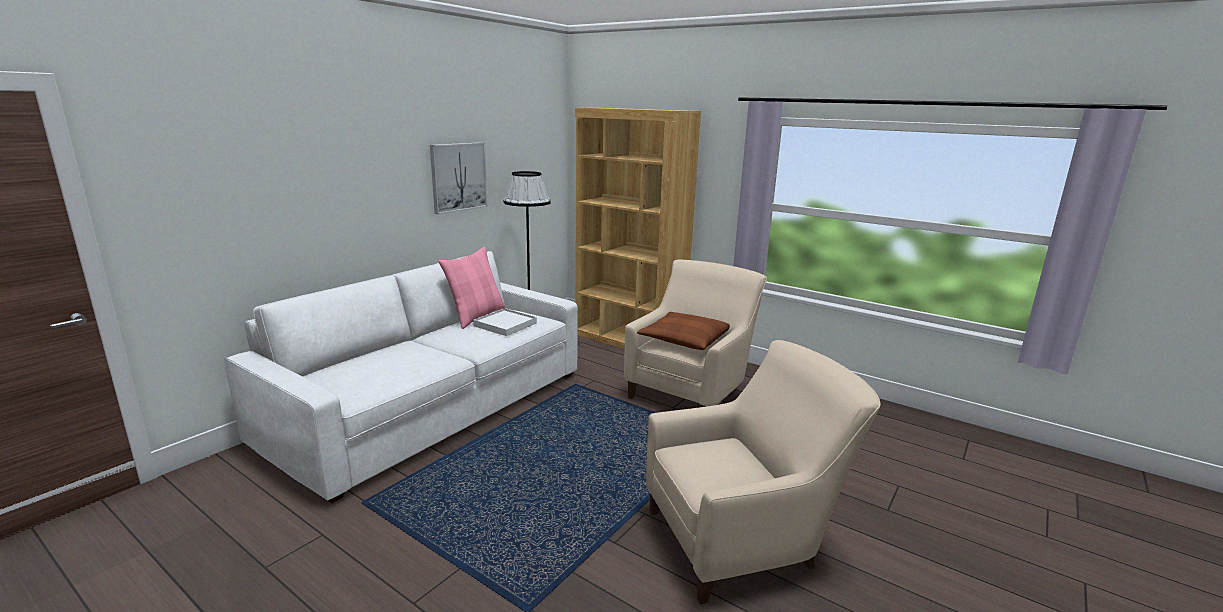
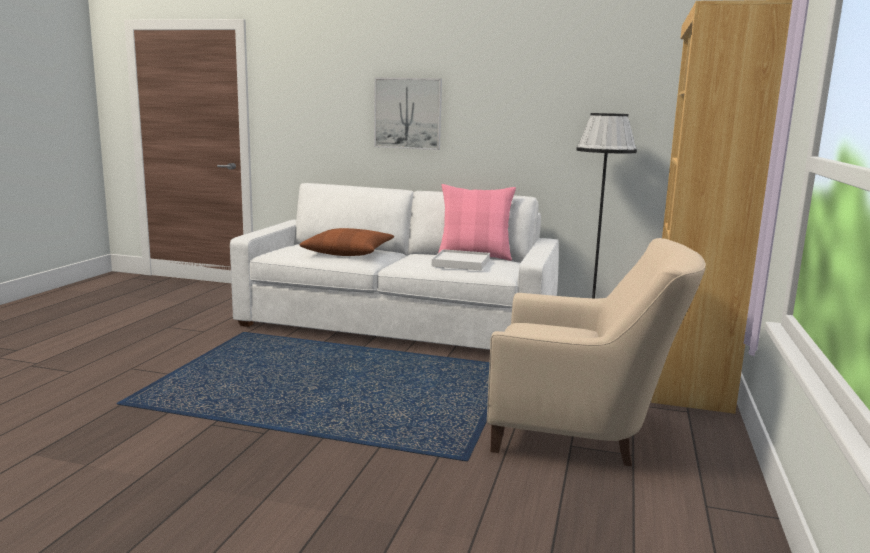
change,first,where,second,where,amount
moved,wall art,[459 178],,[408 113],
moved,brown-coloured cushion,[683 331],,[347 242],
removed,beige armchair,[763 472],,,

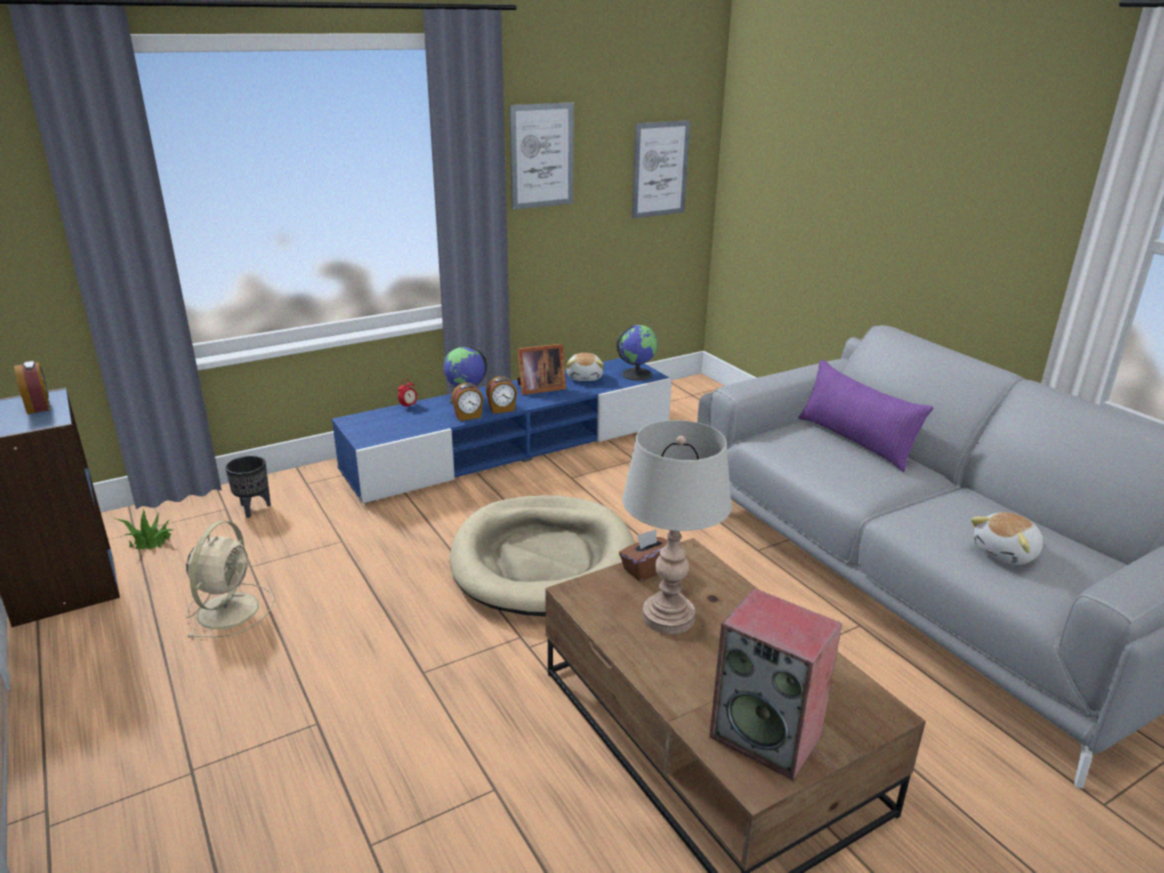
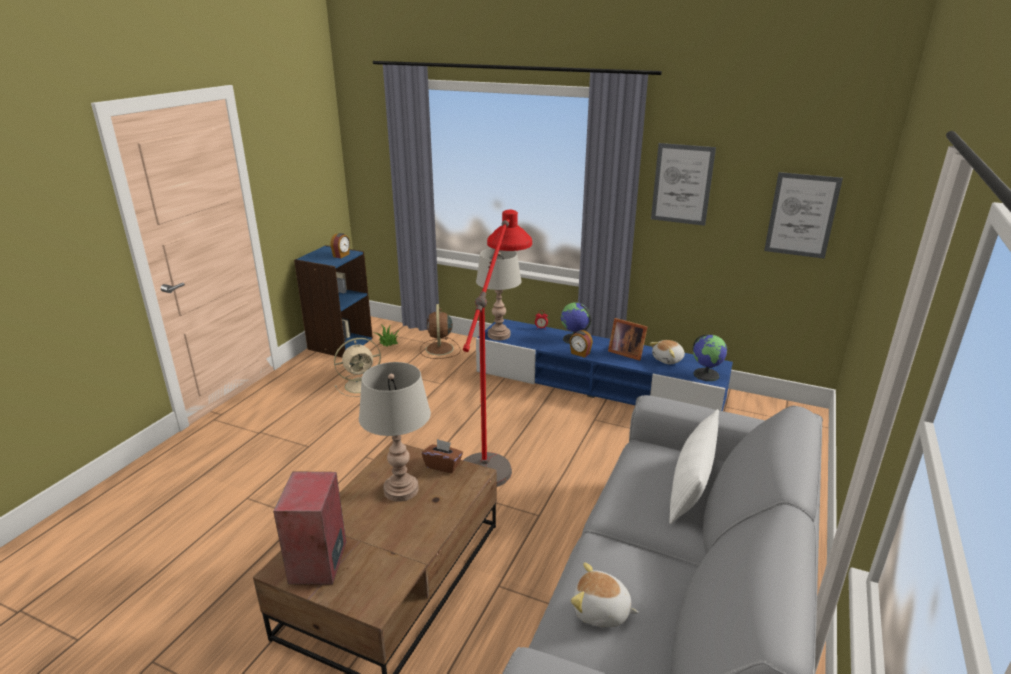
change,first,where,second,where,amount
replaced,black flower pot,[248 487],brown-coloured electric fan,[440 331],
replaced,beige pet bed,[542 556],reddish standing lamp,[497 348],
removed,table clock,[468 402],,,
recoloured,purple-coloured cushion,[865 415],whitish cushion,[694 466],
added,,,grey lamp for a table,[499 294],

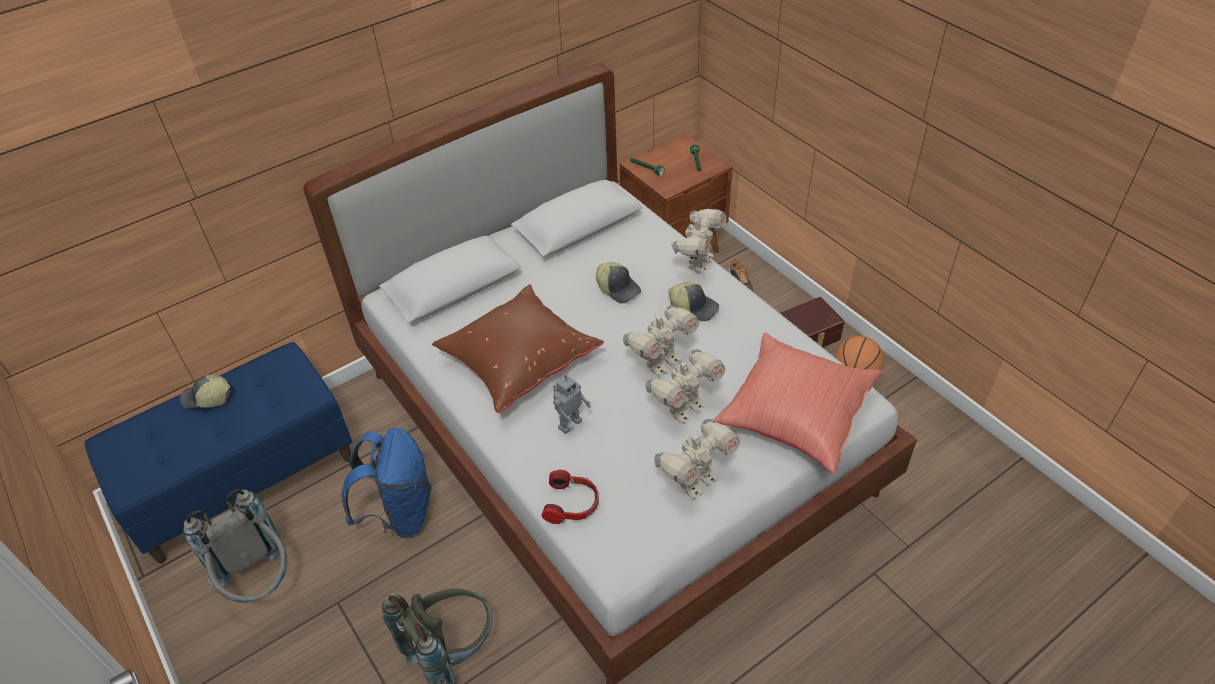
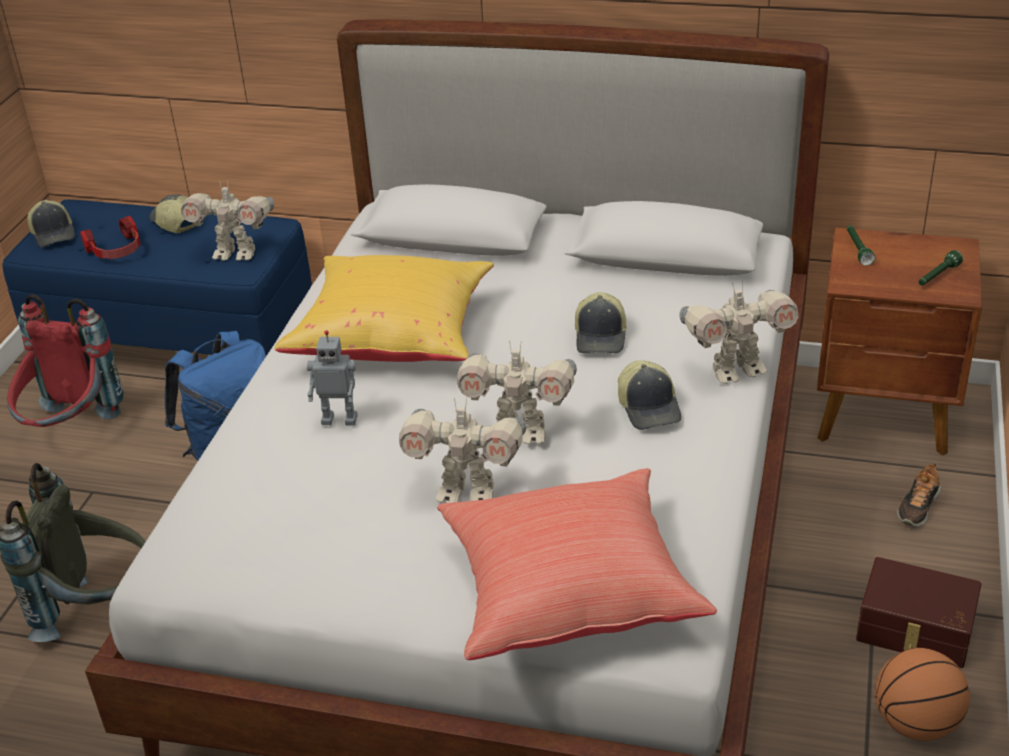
change,first,where,second,where,amount
recoloured,grey backpack,[235 546],reddish backpack,[65 360],
recoloured,brown-coloured cushion,[518 348],yellow cushion,[384 308],
moved,headset,[570 496],,[110 237],
moved,robot figure,[697 459],,[227 220],
added,,,peaked cap,[51 223],

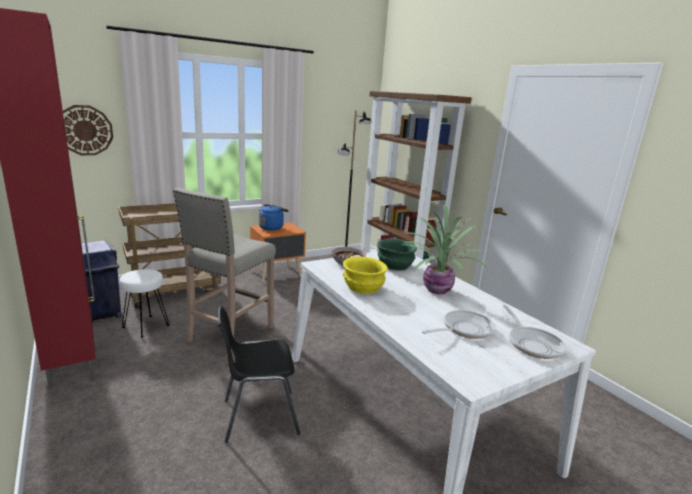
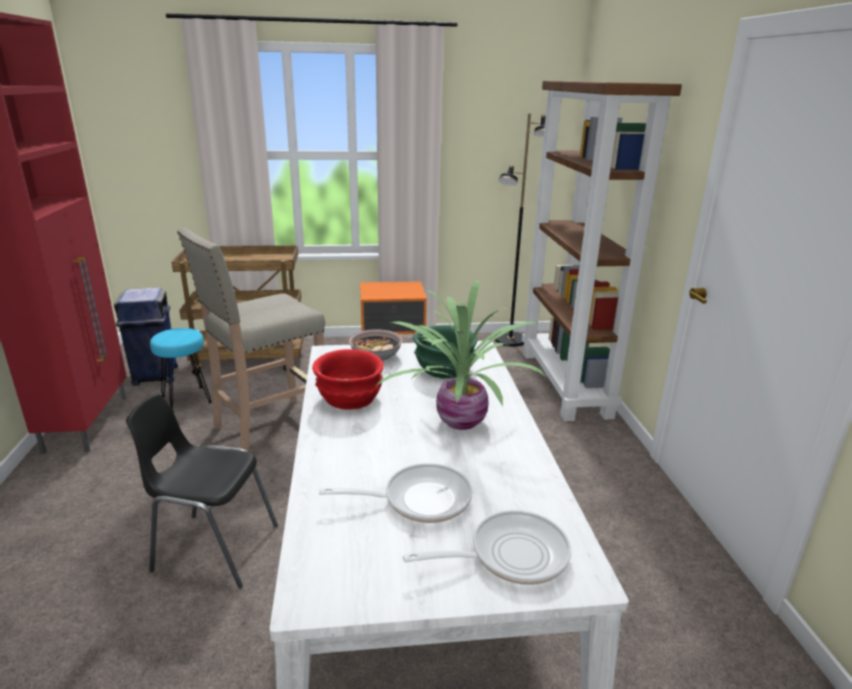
change,first,where,second,where,amount
removed,wall clock,[88 130],,,
recoloured,whitish stool,[144 303],turquoise stool,[181 370],
removed,bluish water kettle,[274 217],,,
recoloured,yellow deep dish,[365 275],reddish deep dish,[348 379],
turned,frying pan,[534 332],,[487 547],120 degrees counterclockwise

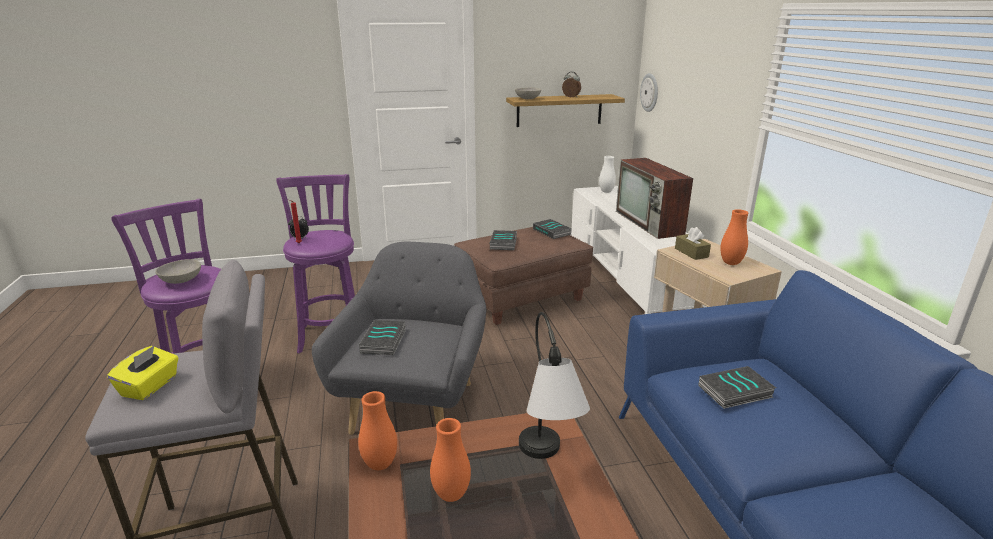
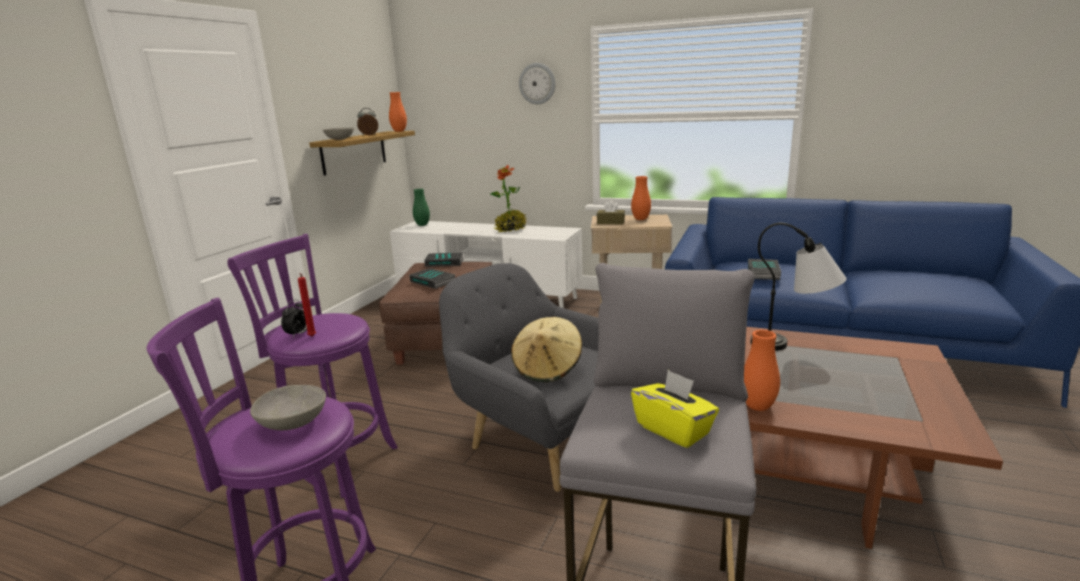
change,first,where,second,where,amount
replaced,bound book,[382 337],beige wearable hat,[546 349],
moved,orangey vase,[450 460],,[398 112],
recoloured,whitish vase,[607 174],greenish vase,[421 207],
replaced,TV,[654 198],houseplant,[508 198],
moved,wall clock,[649 92],,[537 83],

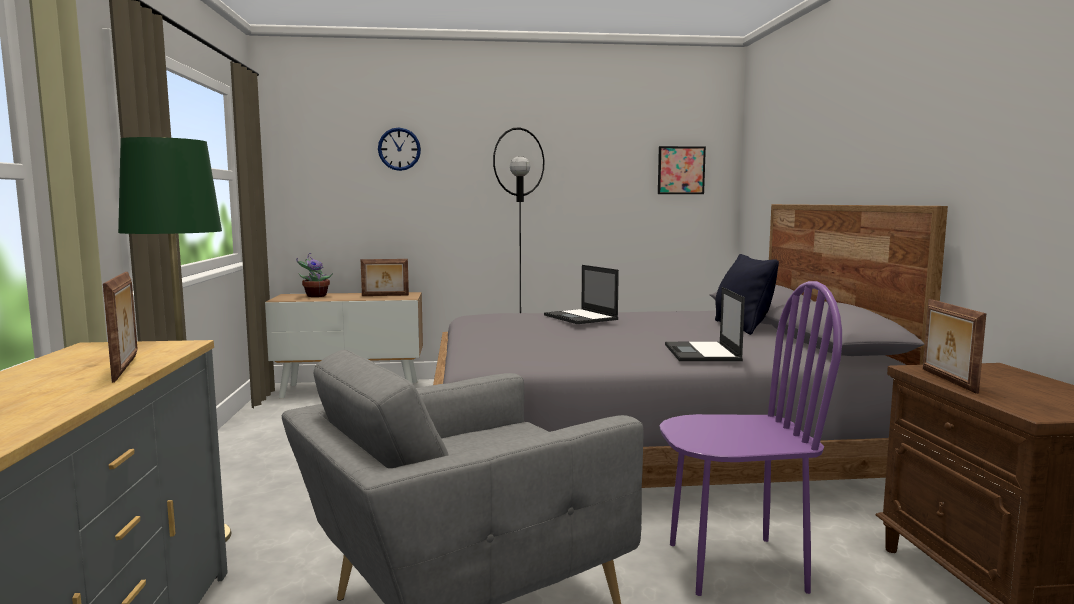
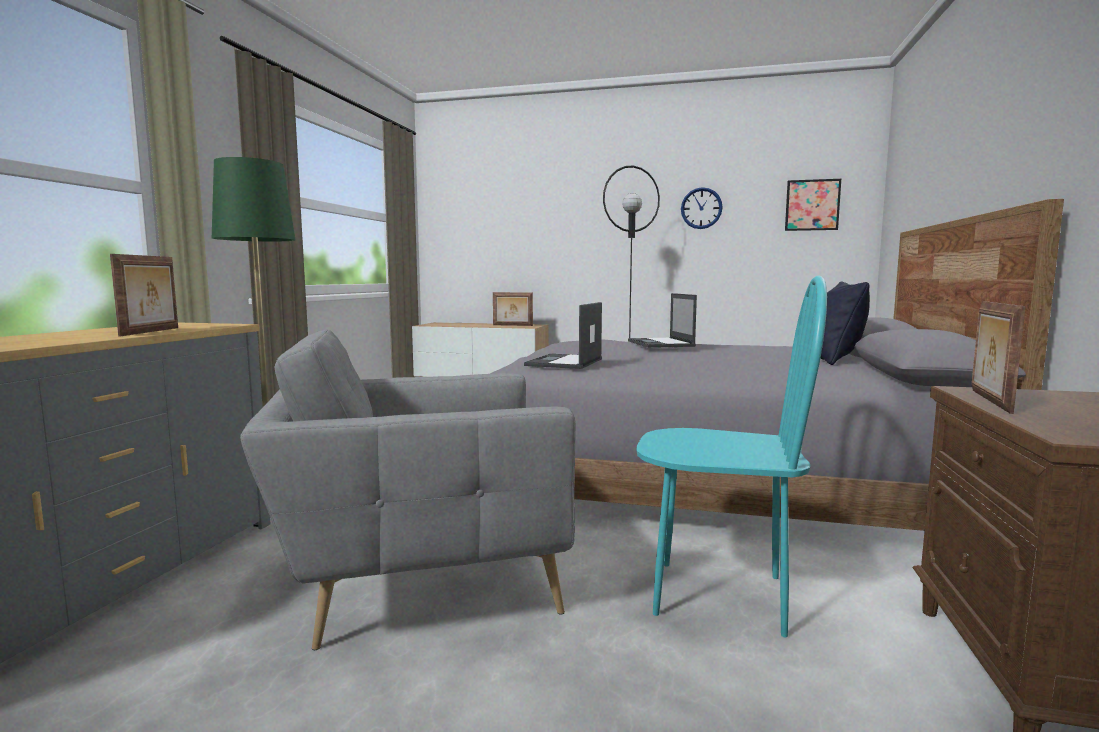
change,first,where,second,where,amount
removed,houseplant,[314 275],,,
moved,wall clock,[399 149],,[702 208],
recoloured,purple-coloured chair,[750 438],turquoise chair,[732 456],
moved,portable computer,[705 324],,[563 335],

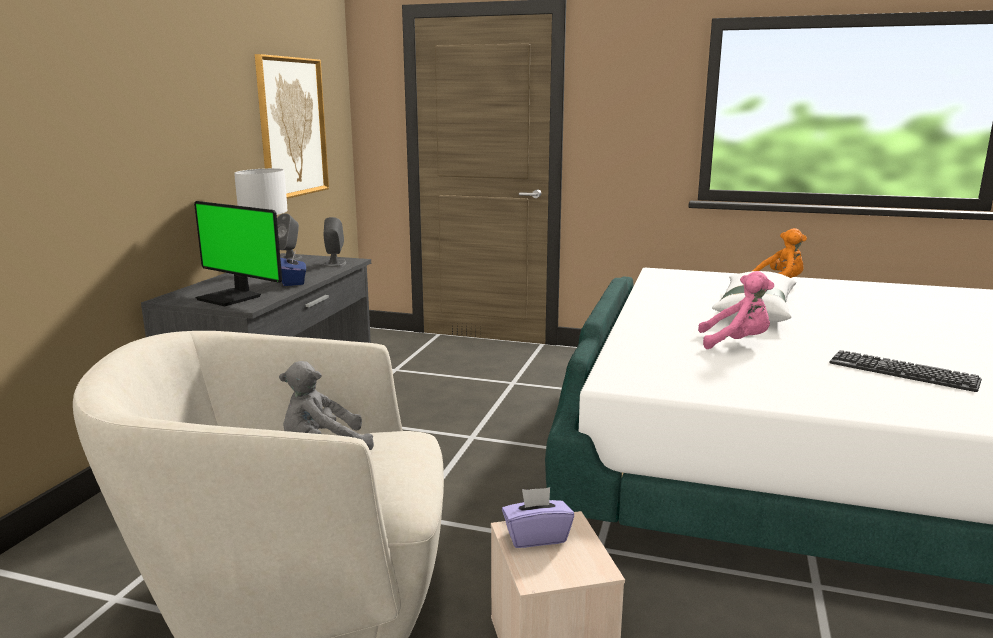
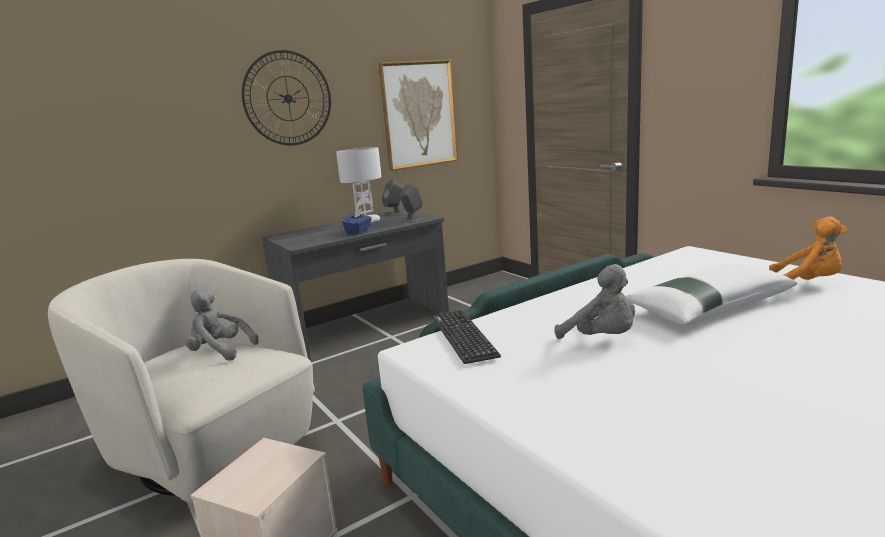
change,first,where,second,where,amount
removed,monitor,[238 253],,,
removed,purple-coloured tissue holder,[538 517],,,
recoloured,pink cuddly toy,[736 310],grey cuddly toy,[594 301],
moved,keyboard,[905 371],,[467 337],
added,,,wall clock,[286 97],

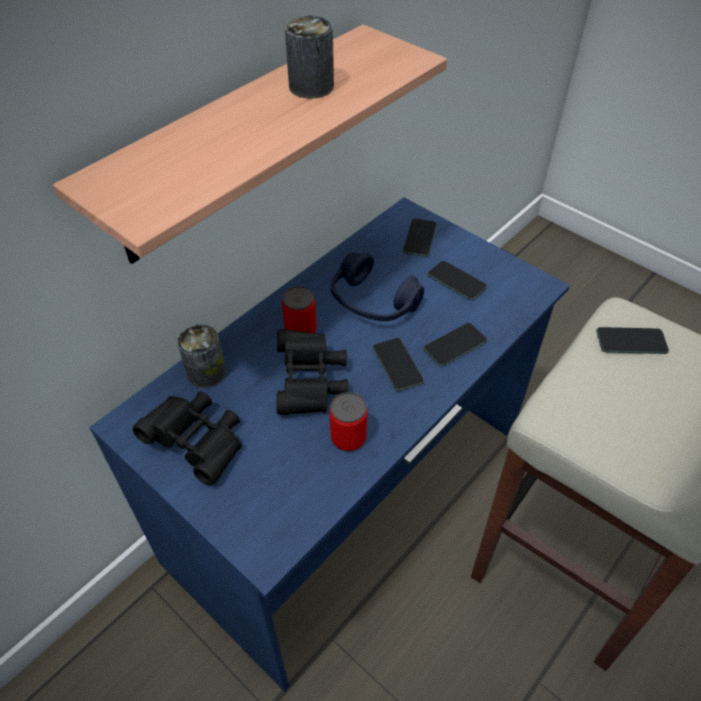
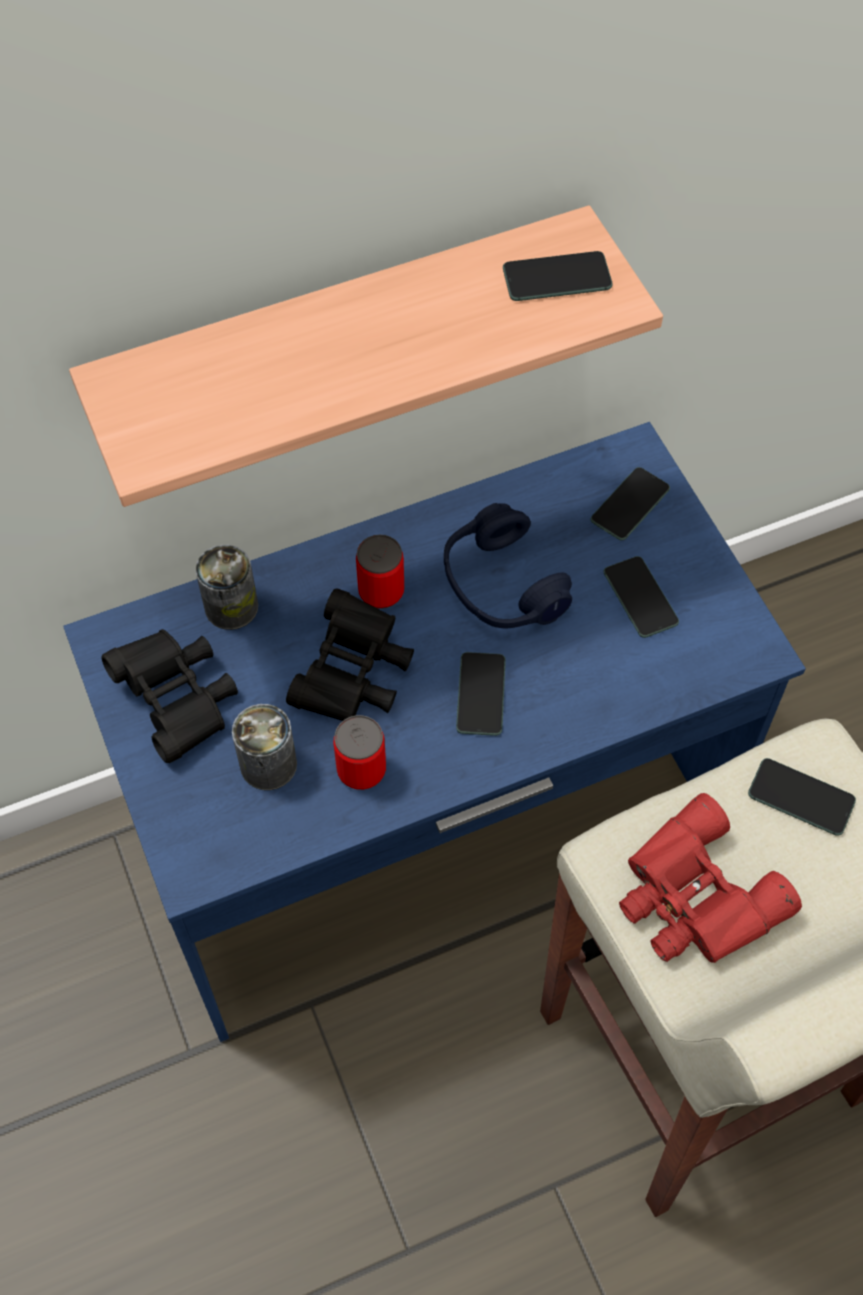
change,first,where,second,where,amount
moved,sealed can,[309 57],,[264 747],
moved,phone,[455 345],,[558 276],
added,,,reddish binoculars,[710 878],

